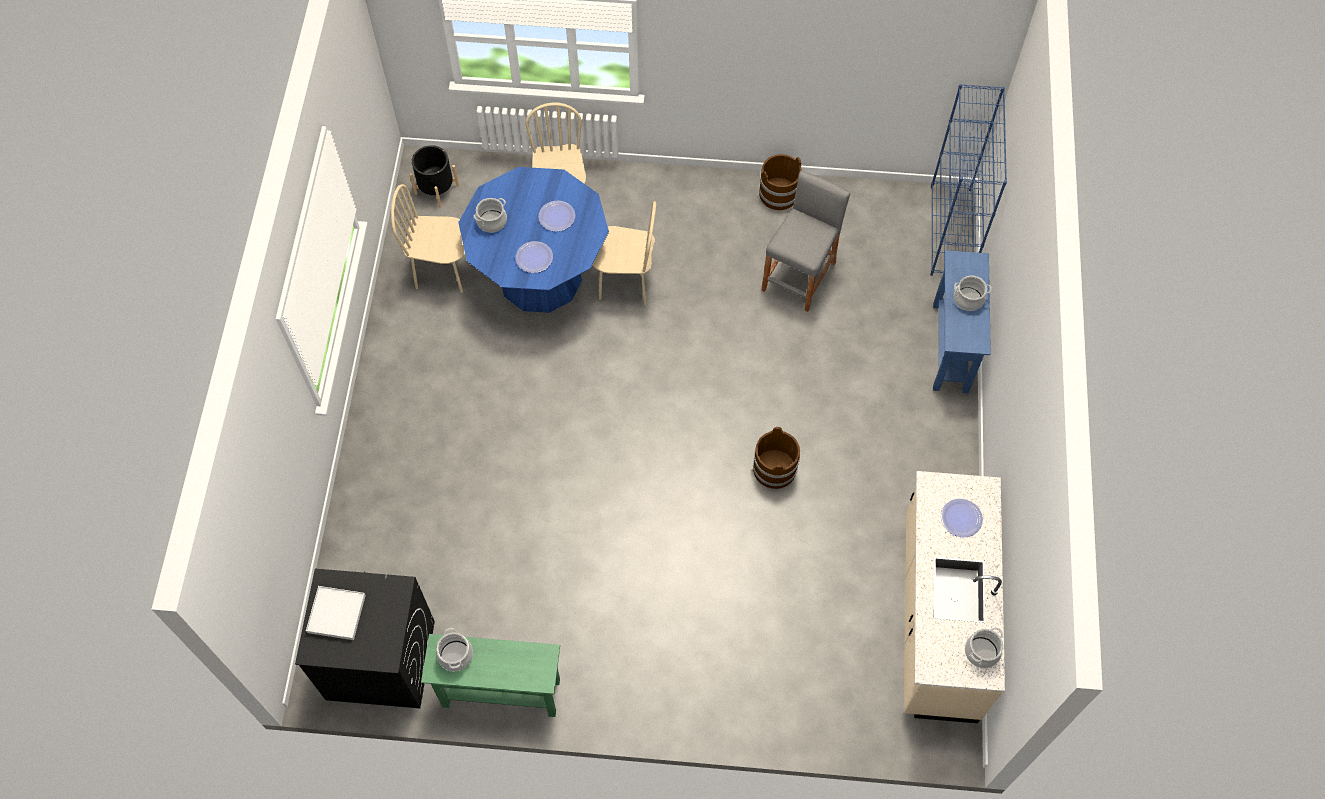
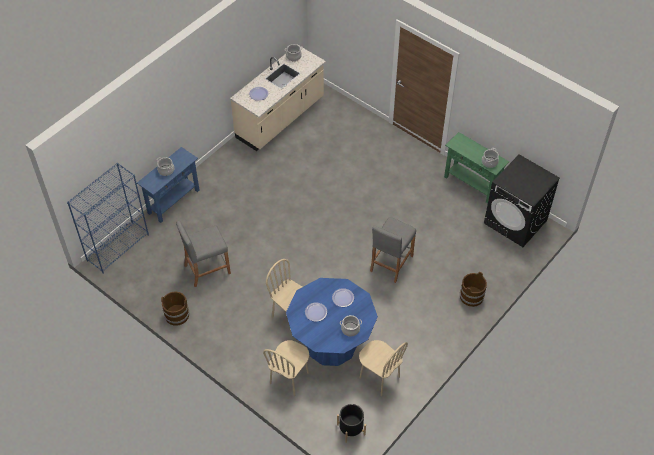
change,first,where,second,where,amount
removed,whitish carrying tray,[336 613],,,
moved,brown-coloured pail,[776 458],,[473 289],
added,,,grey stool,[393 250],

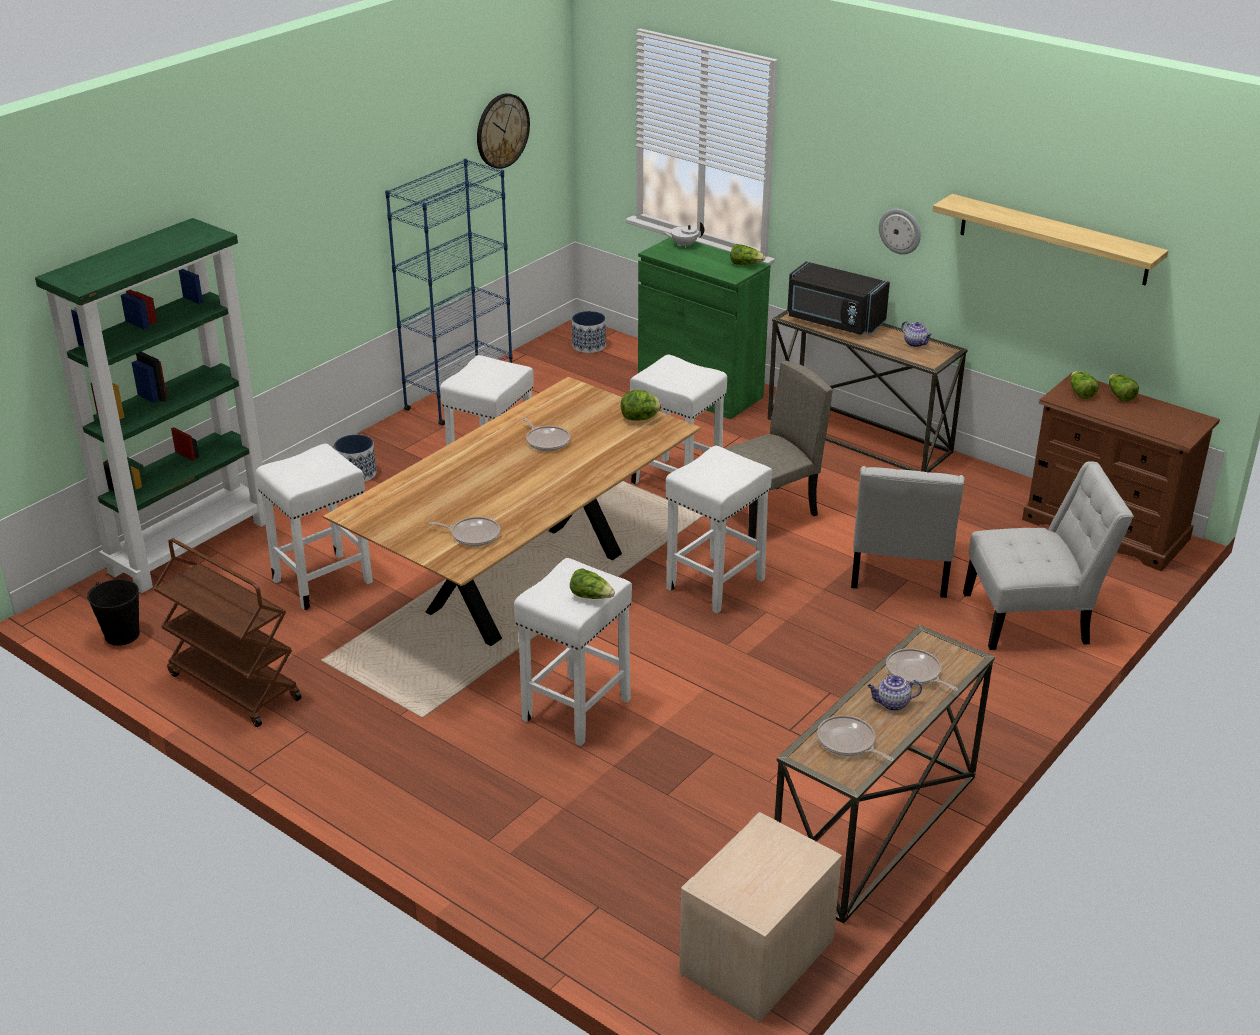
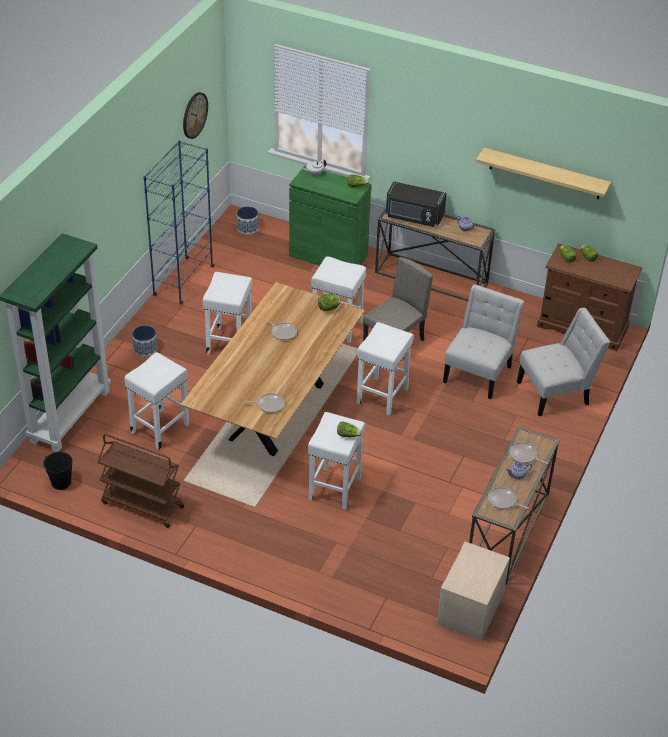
change,first,where,second,where,amount
turned,whitish chair,[908 532],,[483 341],150 degrees counterclockwise
removed,wall clock,[900 232],,,

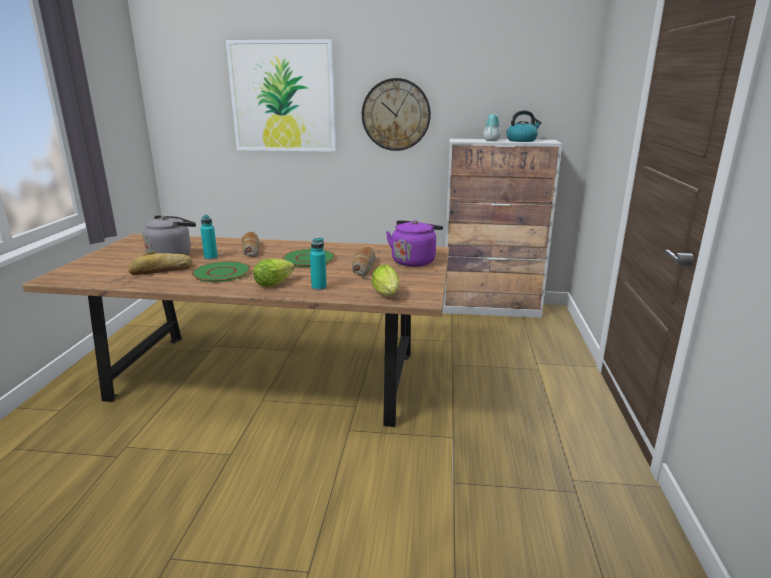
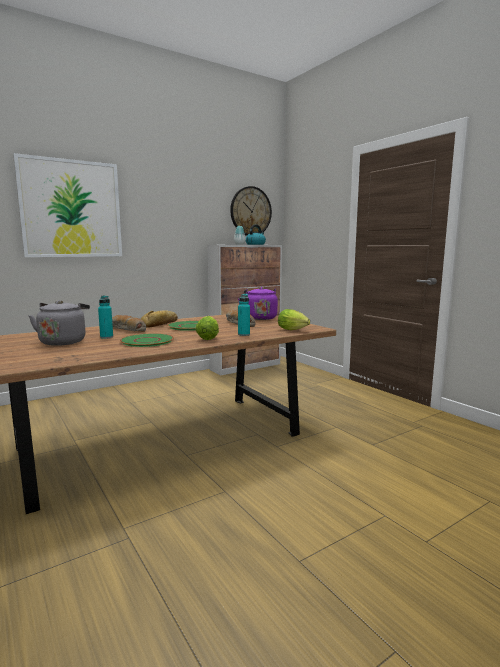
change,first,where,second,where,amount
moved,baked bread,[160 263],,[159 319],
moved,wall clock,[396 114],,[251 211],

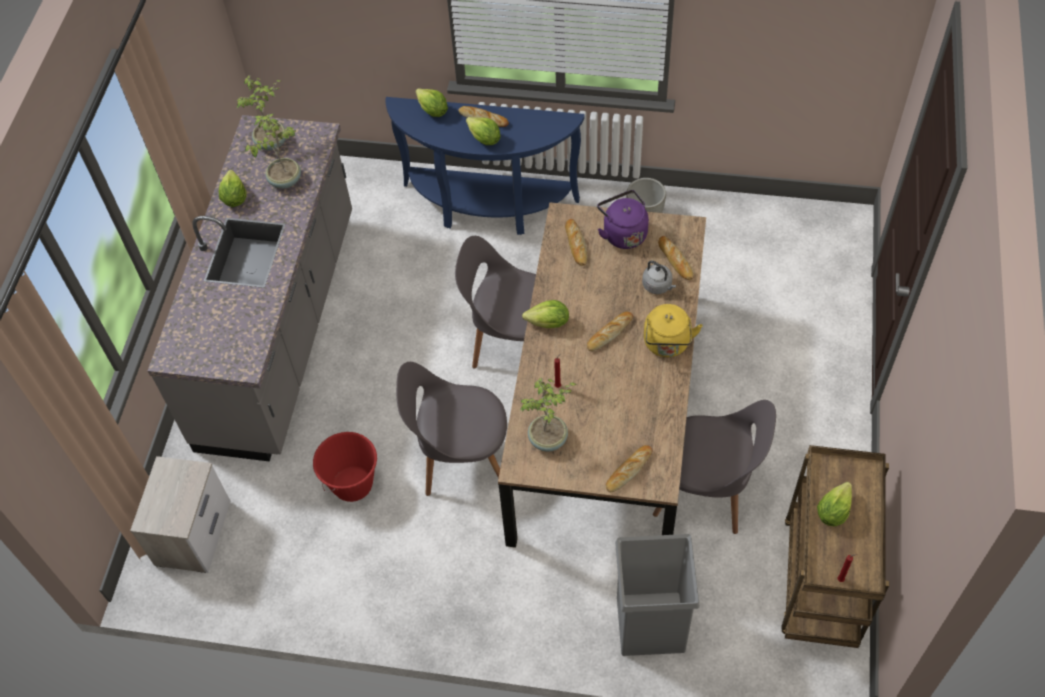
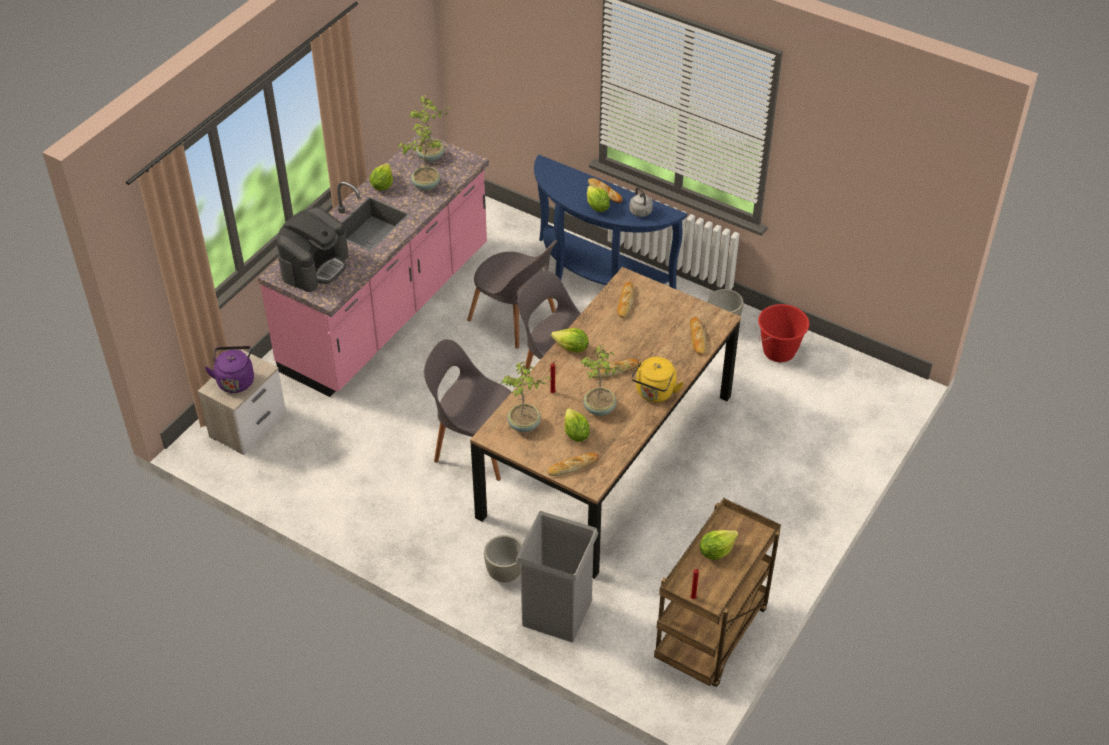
change,first,where,second,where,amount
recoloured,grey kitchen counter,[250 288],pink kitchen counter,[373 265],
moved,reddish pail,[345 467],,[783 333],
moved,lettuce,[432 102],,[577 425],
moved,purple-coloured water kettle,[623 219],,[229 369],
moved,grey water kettle,[659 277],,[641 202],
moved,grey chair,[714 467],,[512 294],
added,,,coffee machine,[313 249],
added,,,grey flower pot,[503 558],
added,,,houseplant,[605 380],

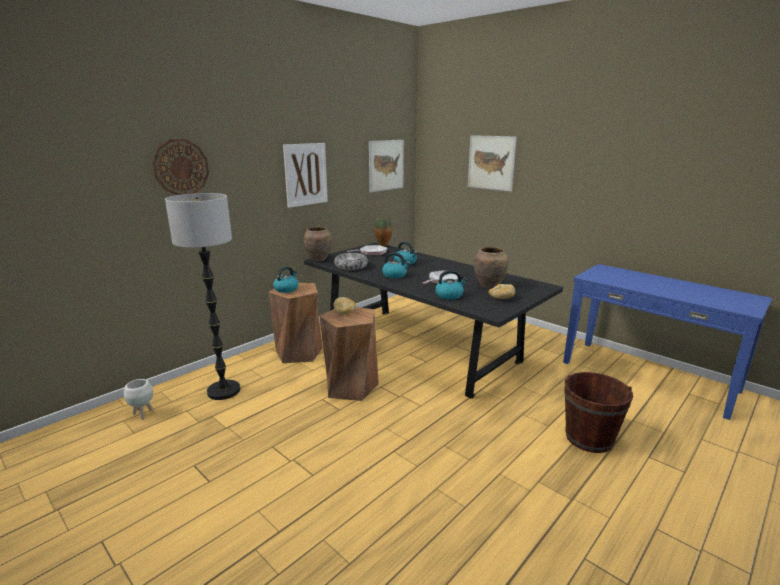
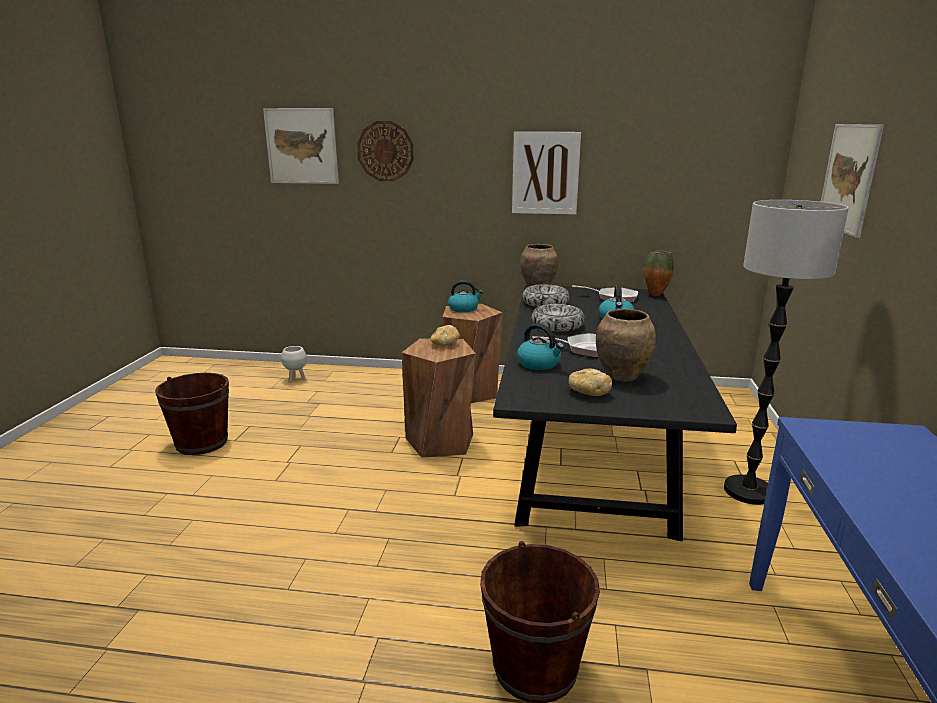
change,first,where,second,where,amount
moved,standing lamp,[202 296],,[786 352],
moved,wall art,[386 166],,[301 146],
replaced,water kettle,[396 265],deep dish,[558 317],
added,,,brown-coloured pail,[192 414],

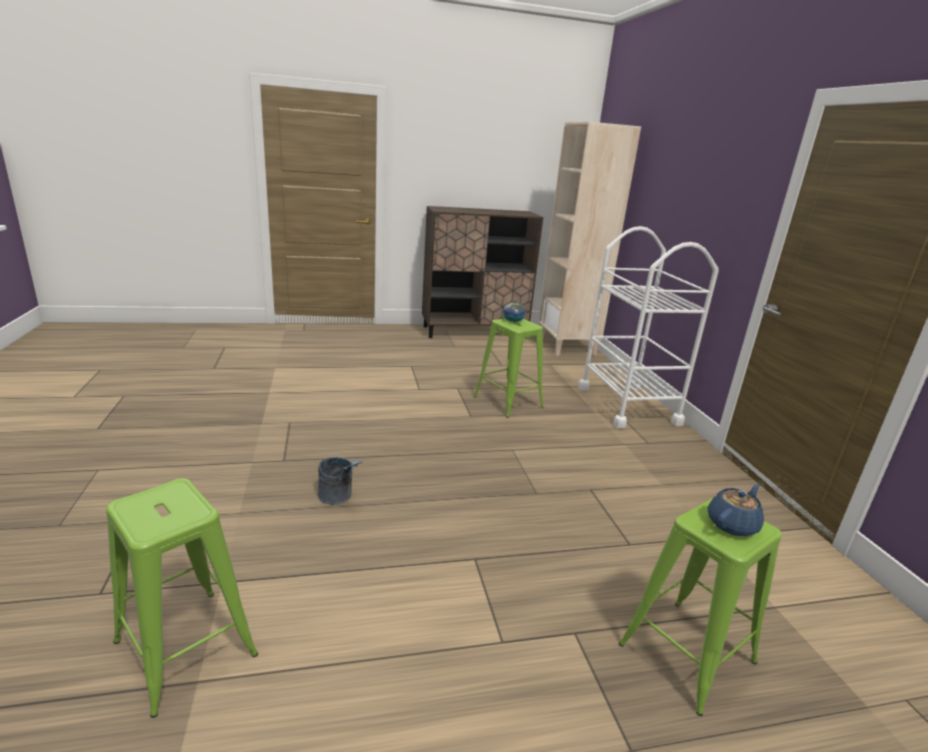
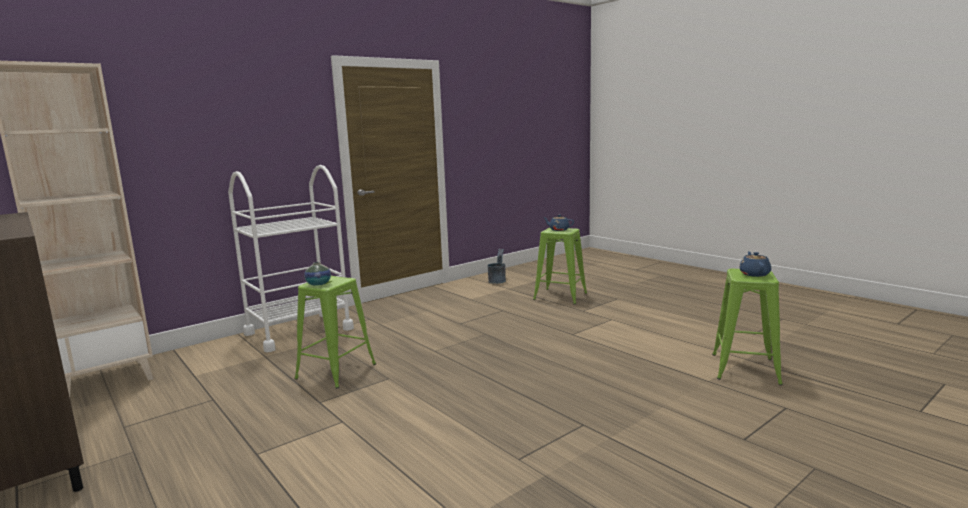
change,first,where,second,where,amount
moved,grey pail,[340 481],,[497 266],
added,,,bluish teapot,[755 264],

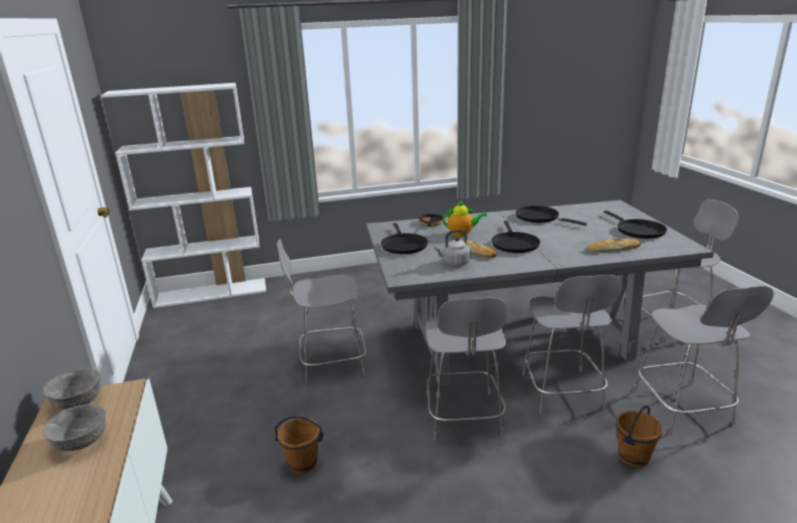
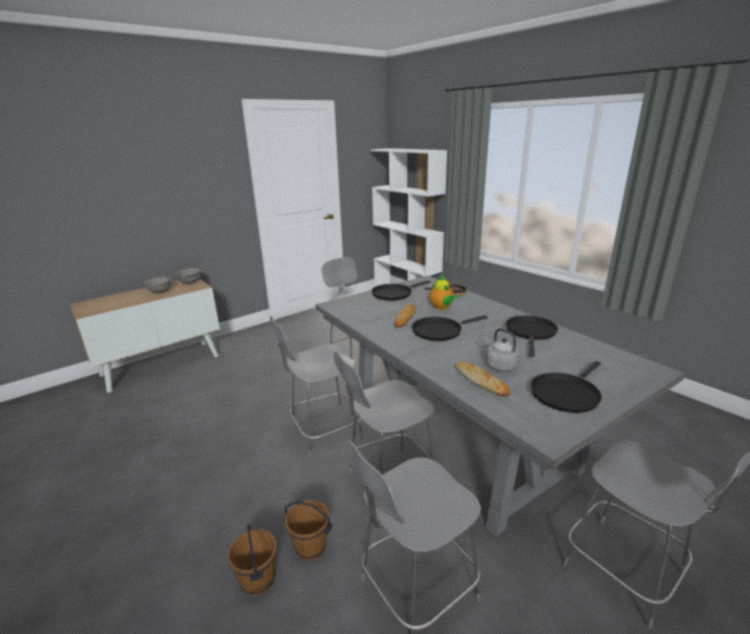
change,first,where,second,where,amount
moved,brown-coloured pail,[299 445],,[252 560],
moved,grey water kettle,[452 247],,[502 349],

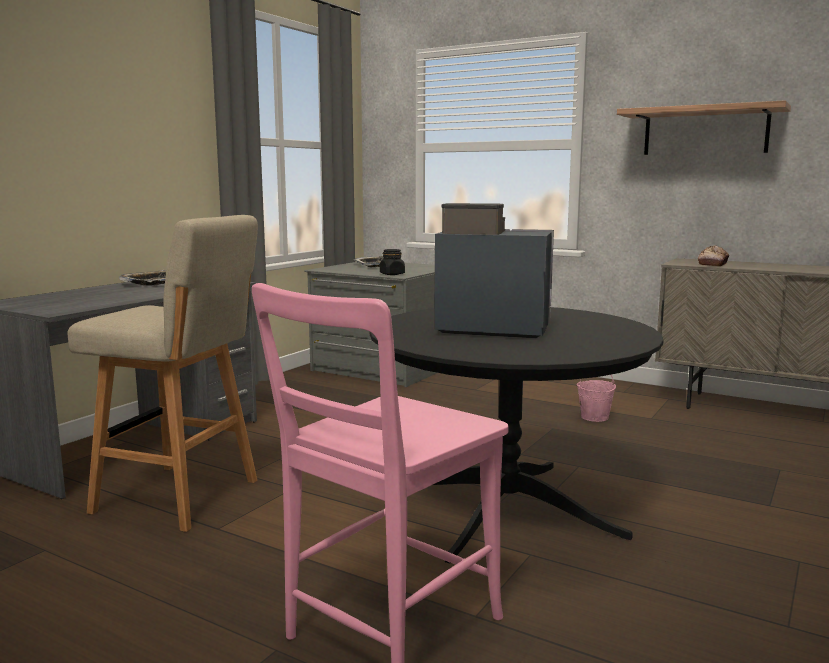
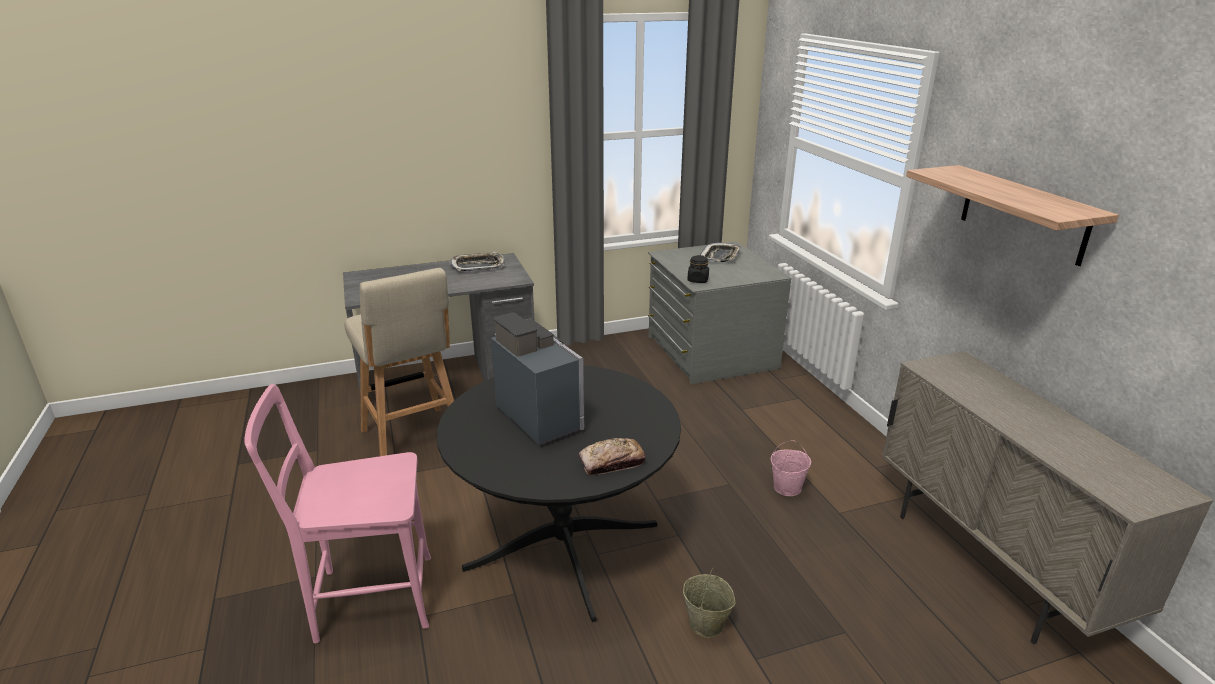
change,first,where,second,where,amount
moved,baked bread,[713 256],,[612 456],
added,,,beige pail,[709 603],

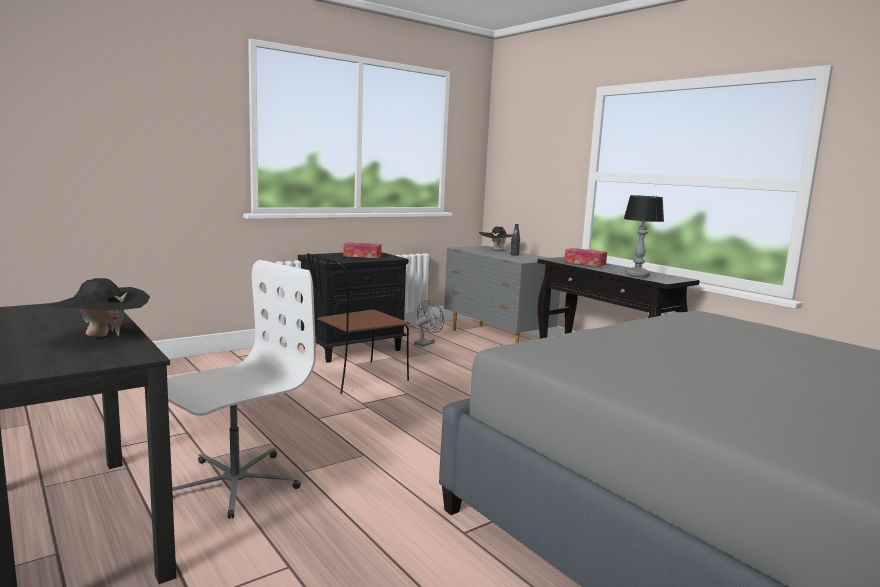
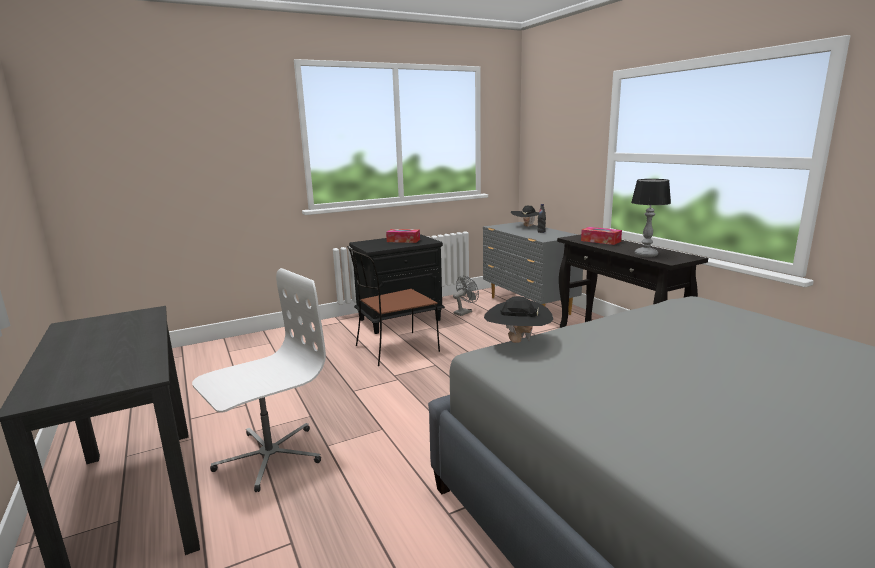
change,first,where,second,where,amount
moved,black wearable hat,[98 307],,[518 319],

